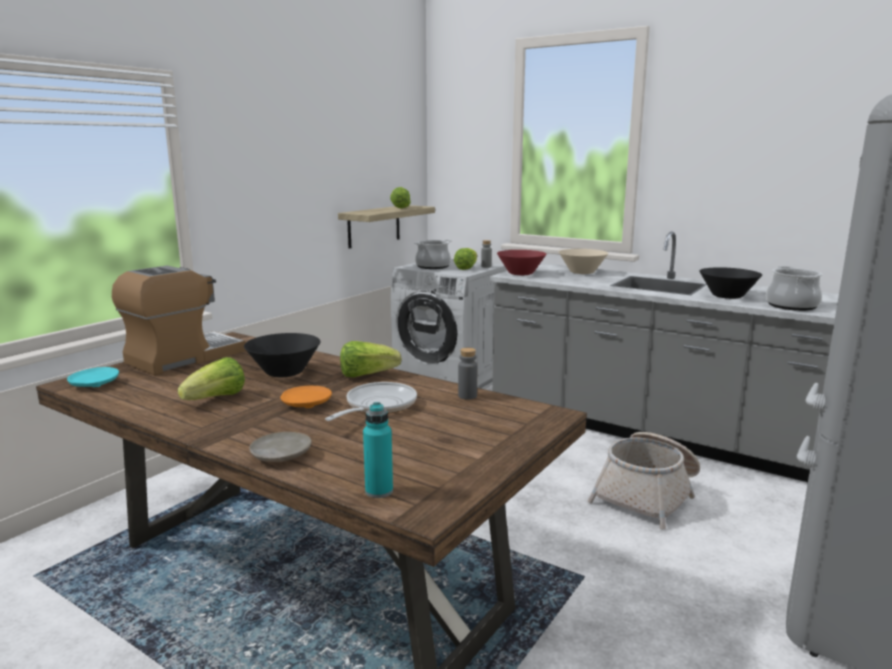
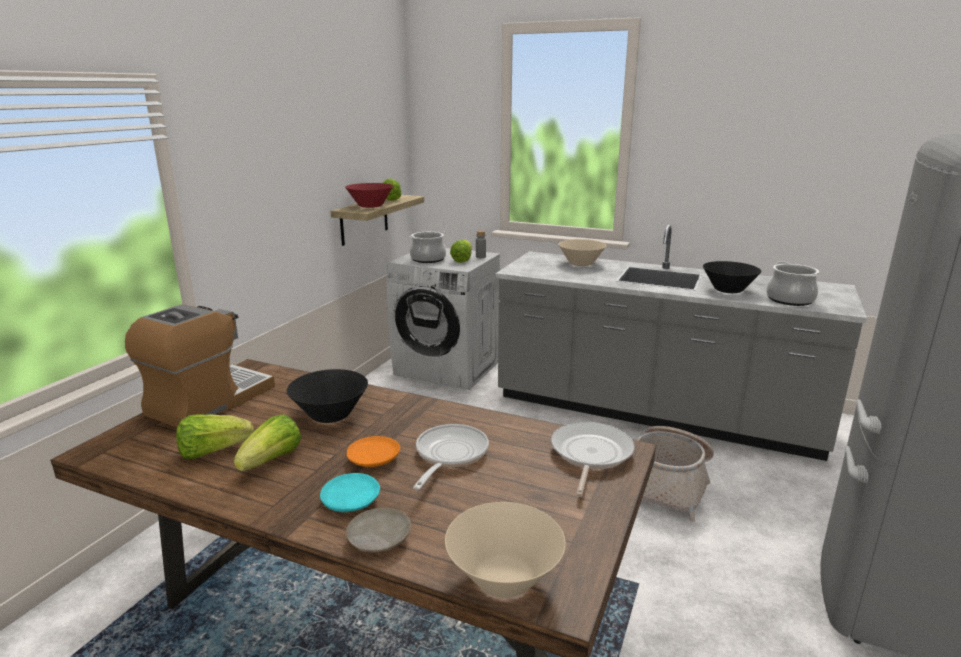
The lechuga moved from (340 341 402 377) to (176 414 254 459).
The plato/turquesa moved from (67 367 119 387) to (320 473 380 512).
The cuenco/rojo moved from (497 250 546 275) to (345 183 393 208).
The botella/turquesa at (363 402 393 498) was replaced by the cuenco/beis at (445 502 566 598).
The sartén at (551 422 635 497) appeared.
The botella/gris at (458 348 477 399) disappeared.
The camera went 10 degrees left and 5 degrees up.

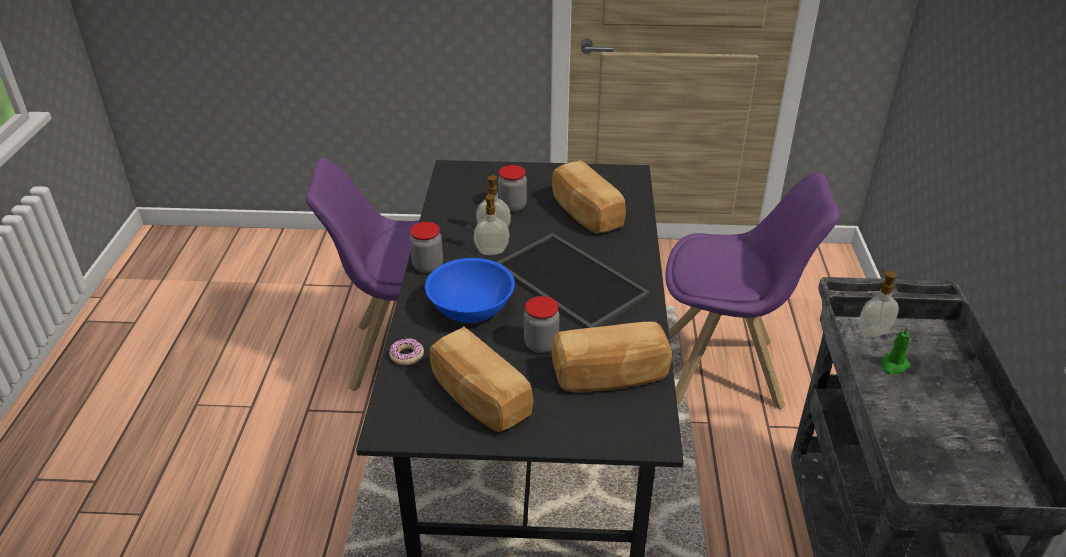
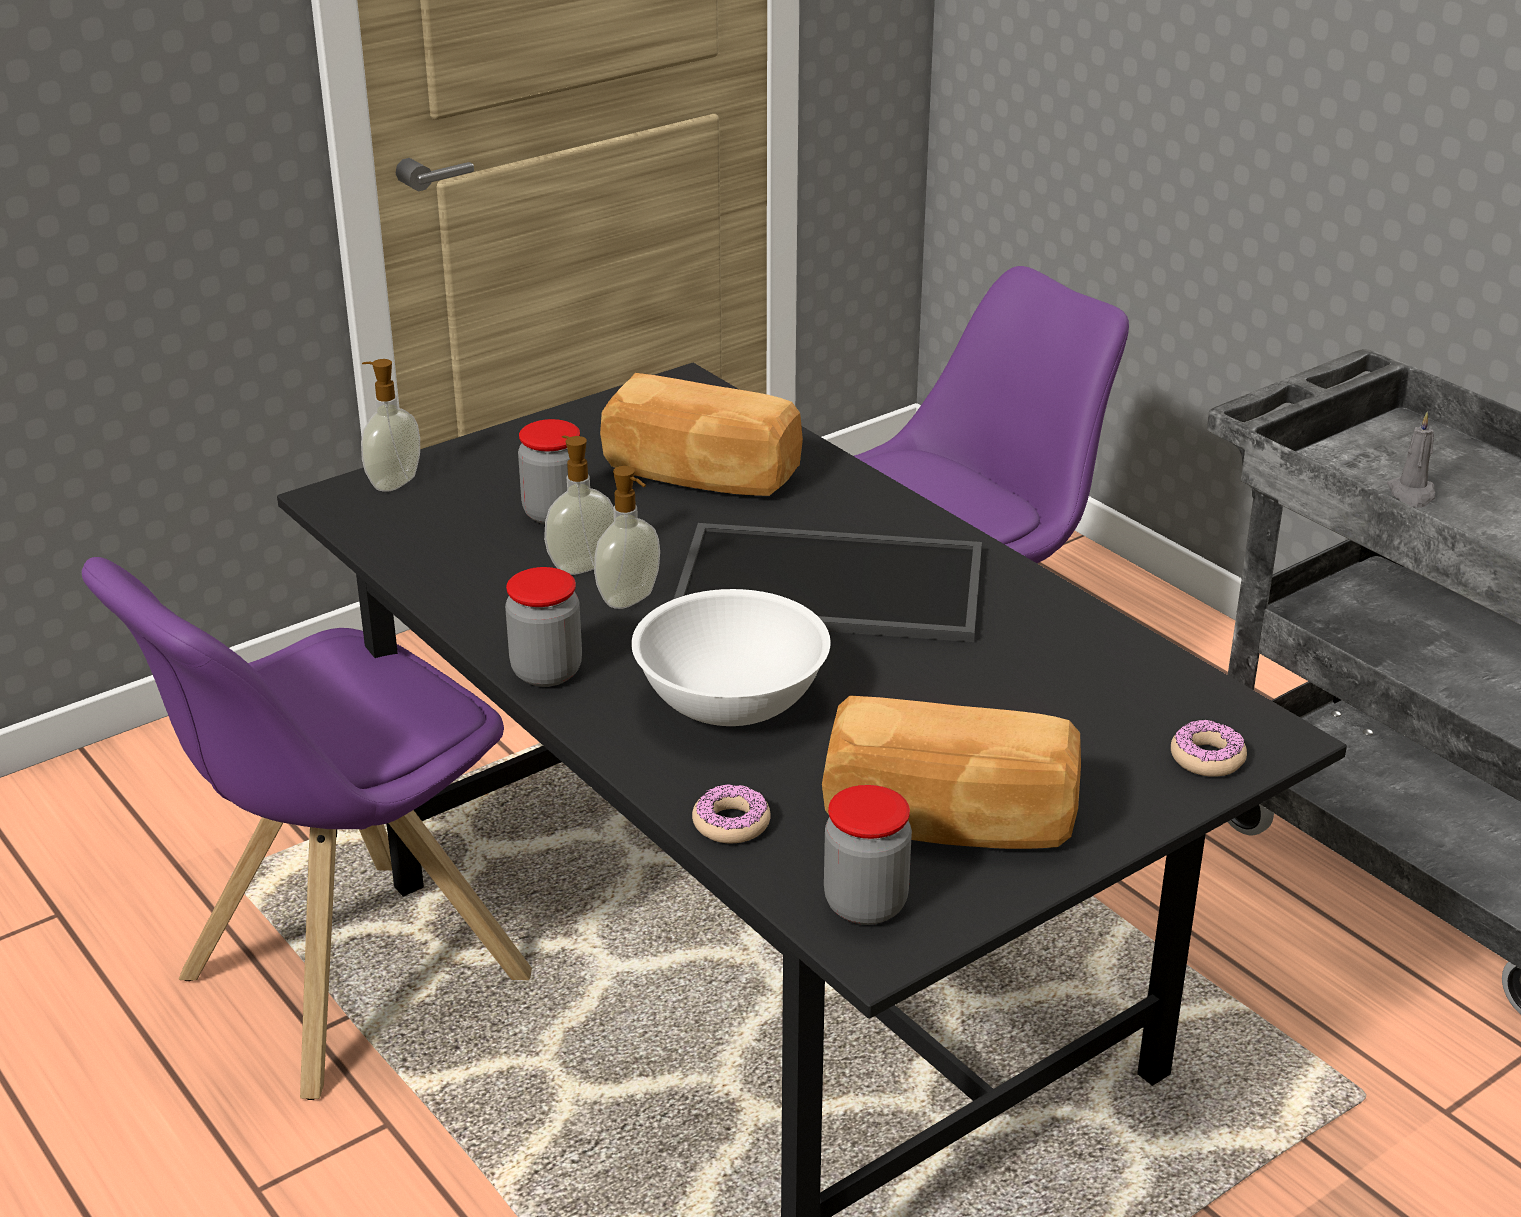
The dispensador de jabón moved from (859 269 899 337) to (361 359 420 492).
The cuenco/azul at (425 258 515 323) became the cuenco/blanco at (631 589 831 726).
The tarro moved from (524 296 560 353) to (824 785 912 925).
The rosquilla at (1171 719 1247 777) appeared.
The vela/verde at (881 325 910 374) became the vela/gris at (1387 412 1436 508).
The pan at (551 322 672 392) disappeared.
The camera went 40 degrees left and 5 degrees down.

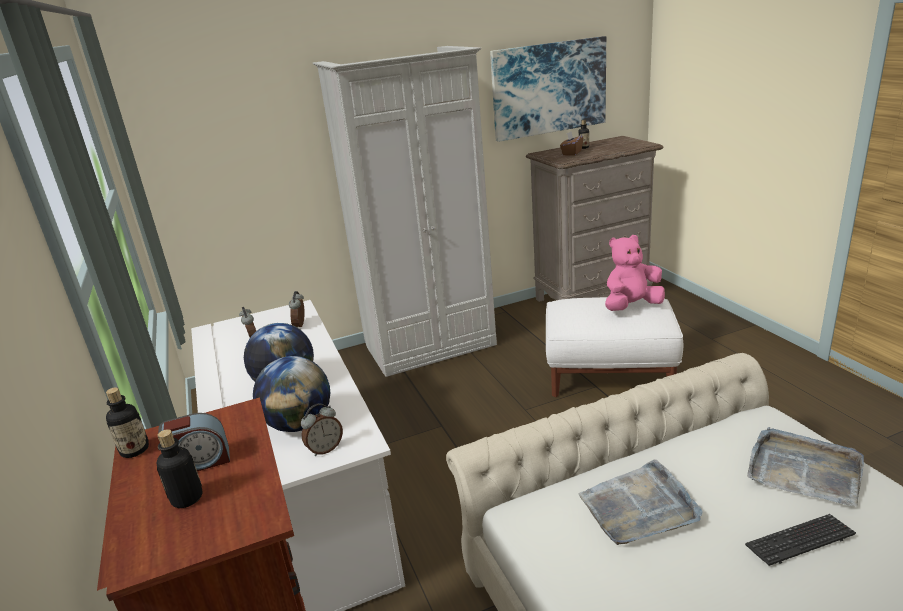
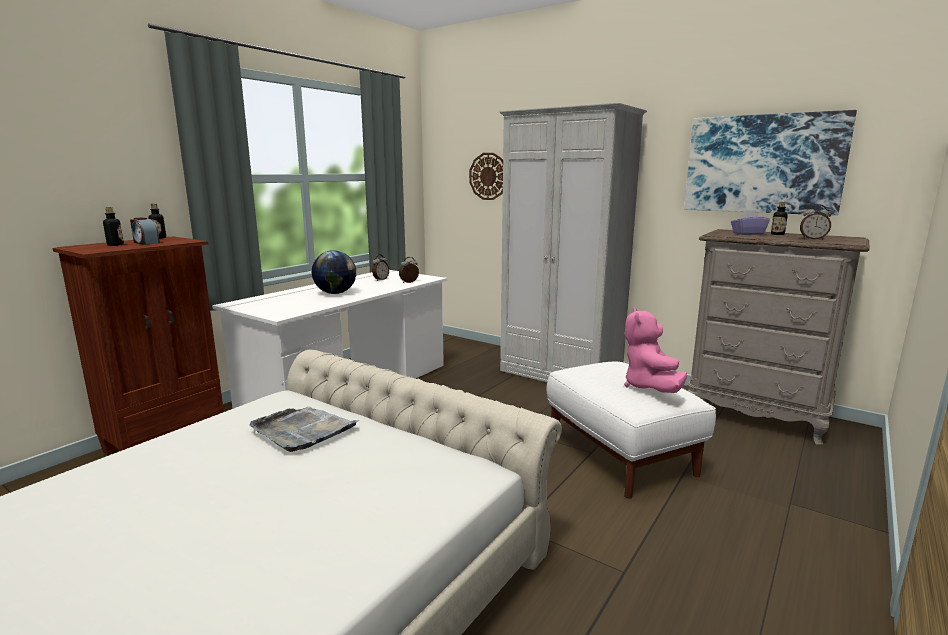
The reloj de pared at (469 153 503 200) appeared.
The peluche/rosa at (605 235 665 311) turned 120 degrees counterclockwise.
The caja de pañuelos/marrón at (560 131 583 156) became the caja de pañuelos/morado at (731 210 770 235).
The despertador moved from (301 403 343 456) to (800 204 831 240).
The globo terráqueo at (253 356 330 432) disappeared.
The teclado at (745 514 856 566) disappeared.
The bandeja/gris at (747 427 864 506) disappeared.
The camera went 55 degrees right and 10 degrees down.

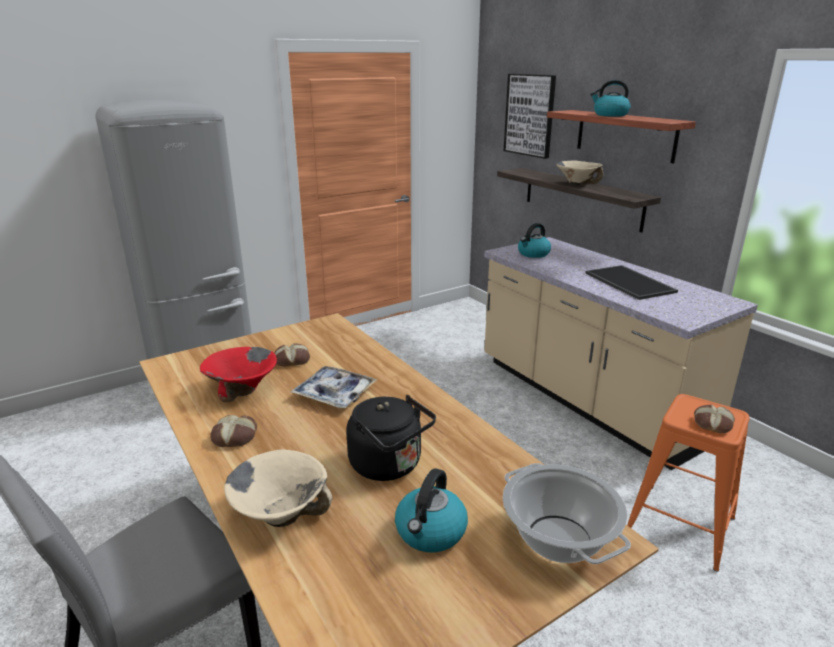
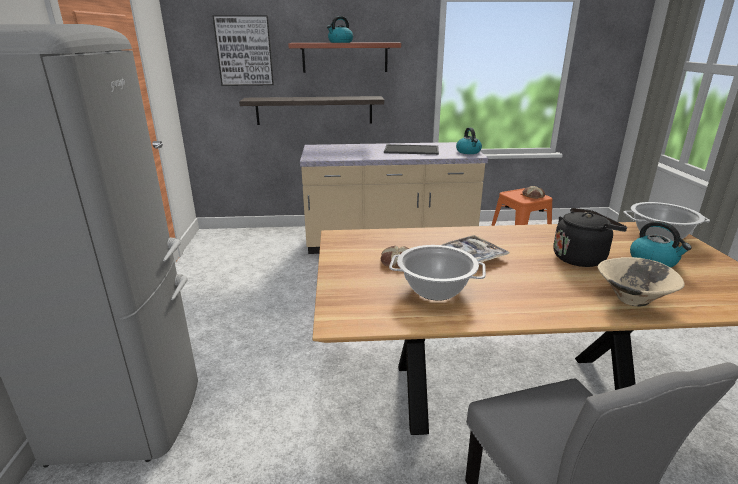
The cuenco/rojo at (200 347 277 402) was replaced by the olla at (389 245 486 301).
The hervidor moved from (518 223 551 258) to (456 127 482 154).
The pan at (211 415 257 447) disappeared.
The cuenco/beis at (556 160 603 185) disappeared.
The camera went 60 degrees left and 0 degrees up.

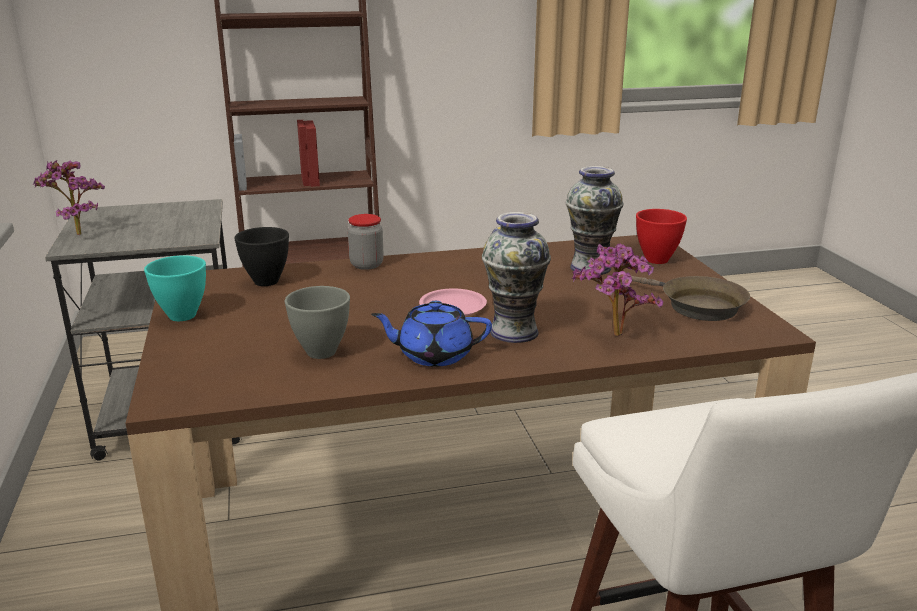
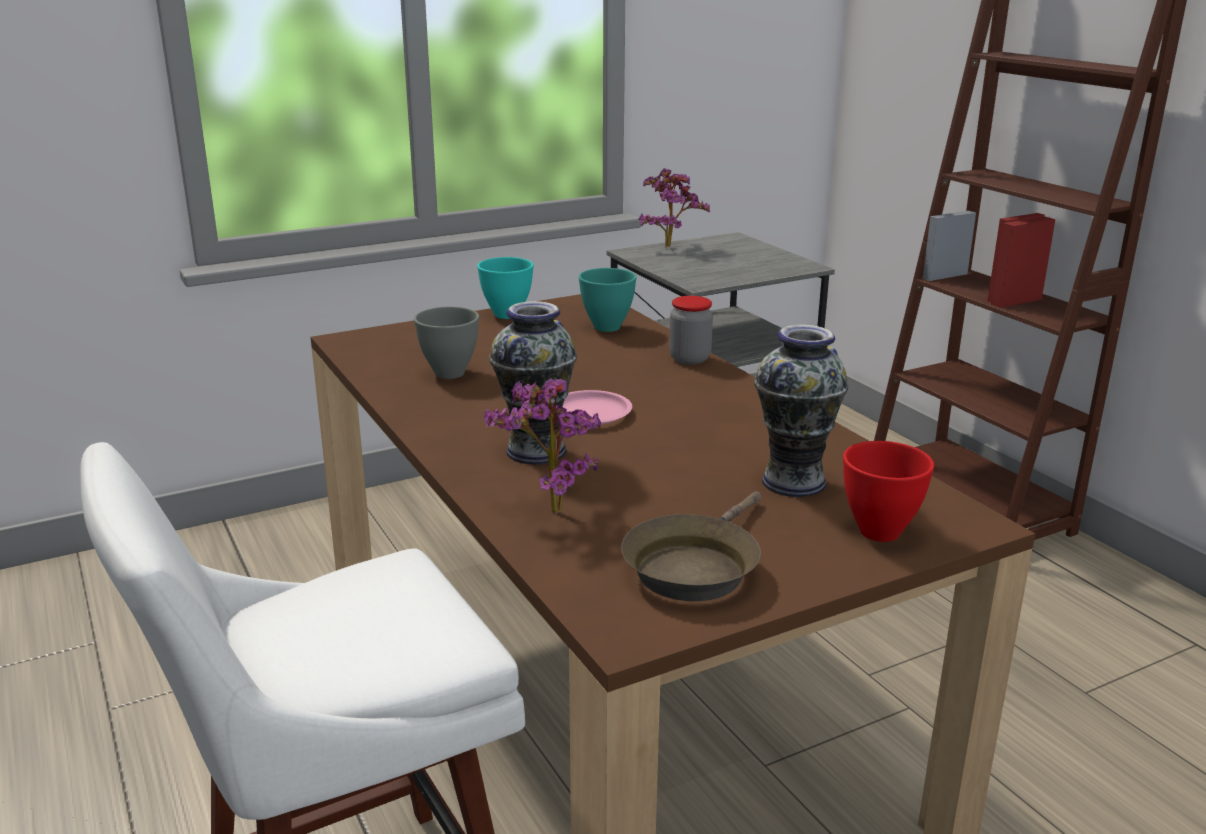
The cuenco/negro at (234 227 289 286) became the cuenco/turquesa at (579 268 637 332).
The tetera/azul at (371 301 492 367) disappeared.
The camera went 75 degrees right and 0 degrees up.

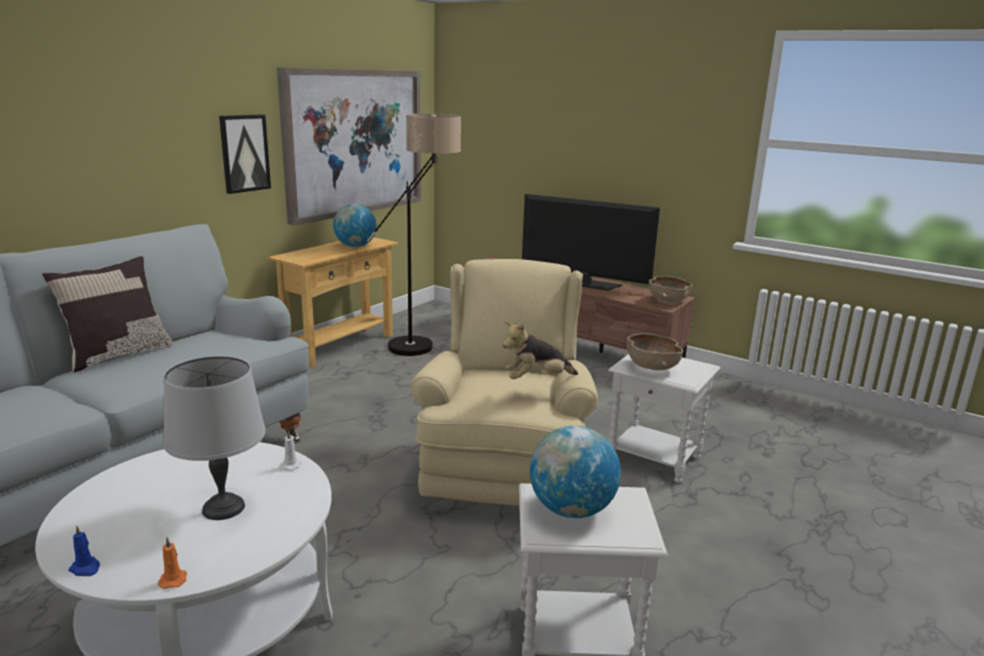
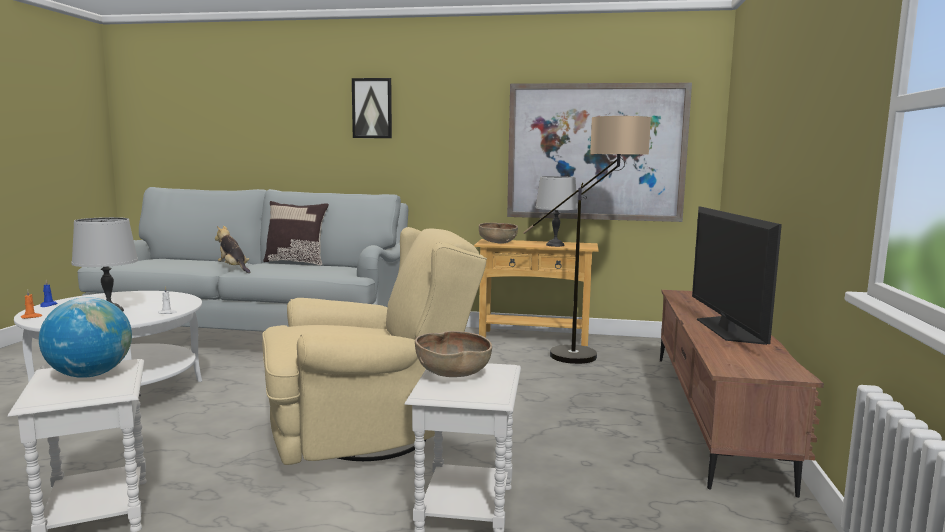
The peluche moved from (503 321 578 379) to (215 226 250 273).
The cuadro moved from (219 114 271 194) to (352 78 392 138).
The cuenco/marrón moved from (649 276 693 302) to (479 223 518 244).
The globo terráqueo at (333 204 377 247) was replaced by the lámpara de mesa/gris at (535 176 578 247).
The camera went 65 degrees right and 10 degrees down.

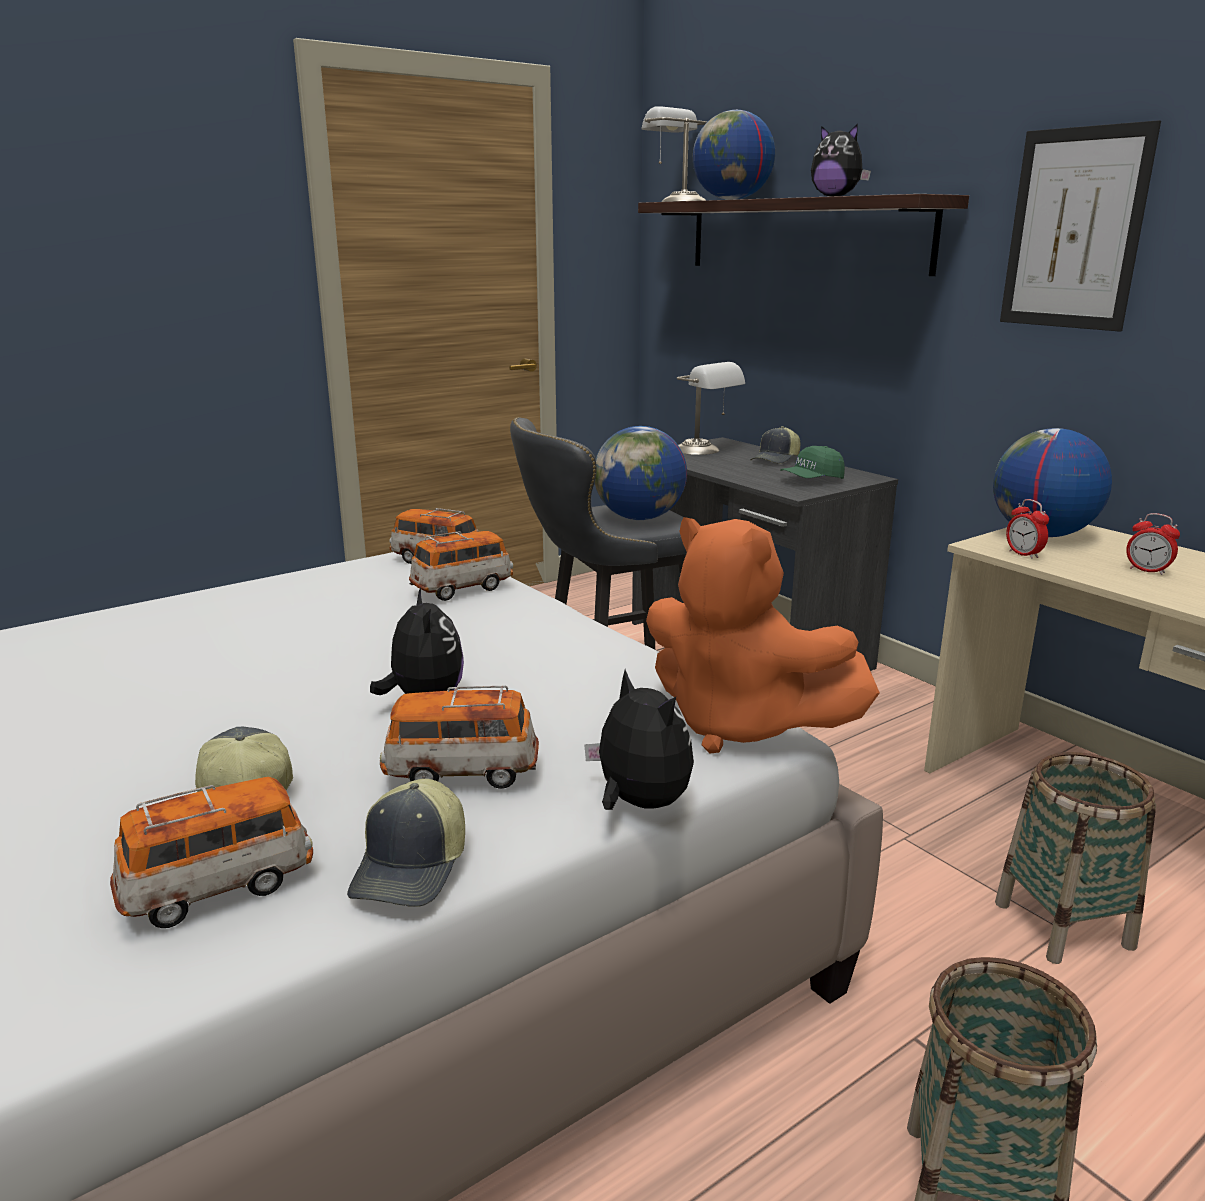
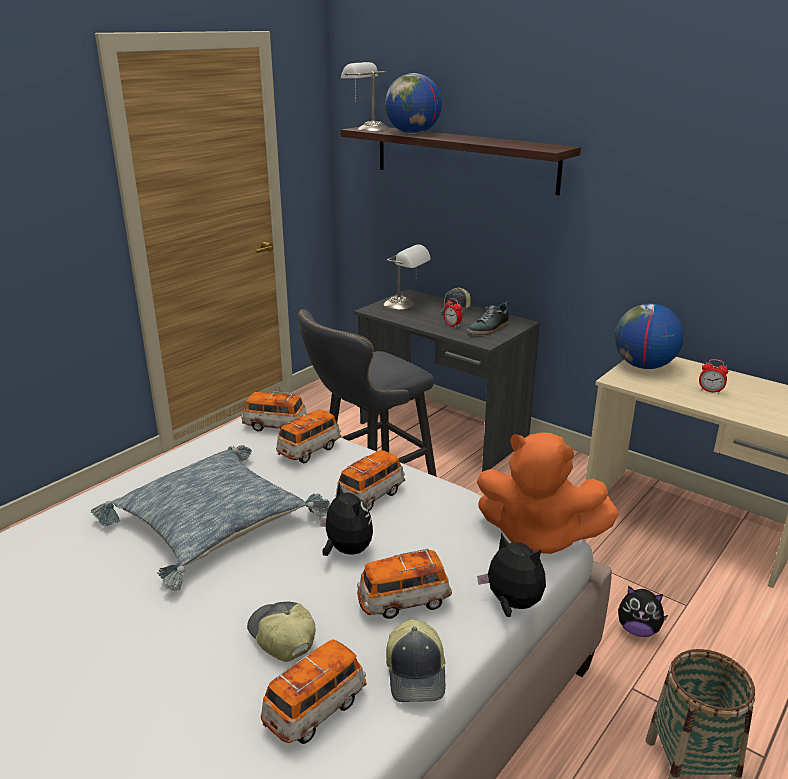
The cojín at (90 445 330 592) appeared.
The coche de juguete at (335 450 405 511) appeared.
The despertador moved from (1006 499 1049 559) to (444 298 462 327).
The gorra/verde at (780 446 845 479) was replaced by the zapato at (467 301 509 335).
The peluche moved from (811 124 871 197) to (618 586 668 637).
The globo terráqueo at (595 426 687 520) disappeared.
The cesta at (995 752 1156 964) disappeared.
The cuadro at (1000 120 1161 332) disappeared.
The camera went 15 degrees left and 5 degrees up.

